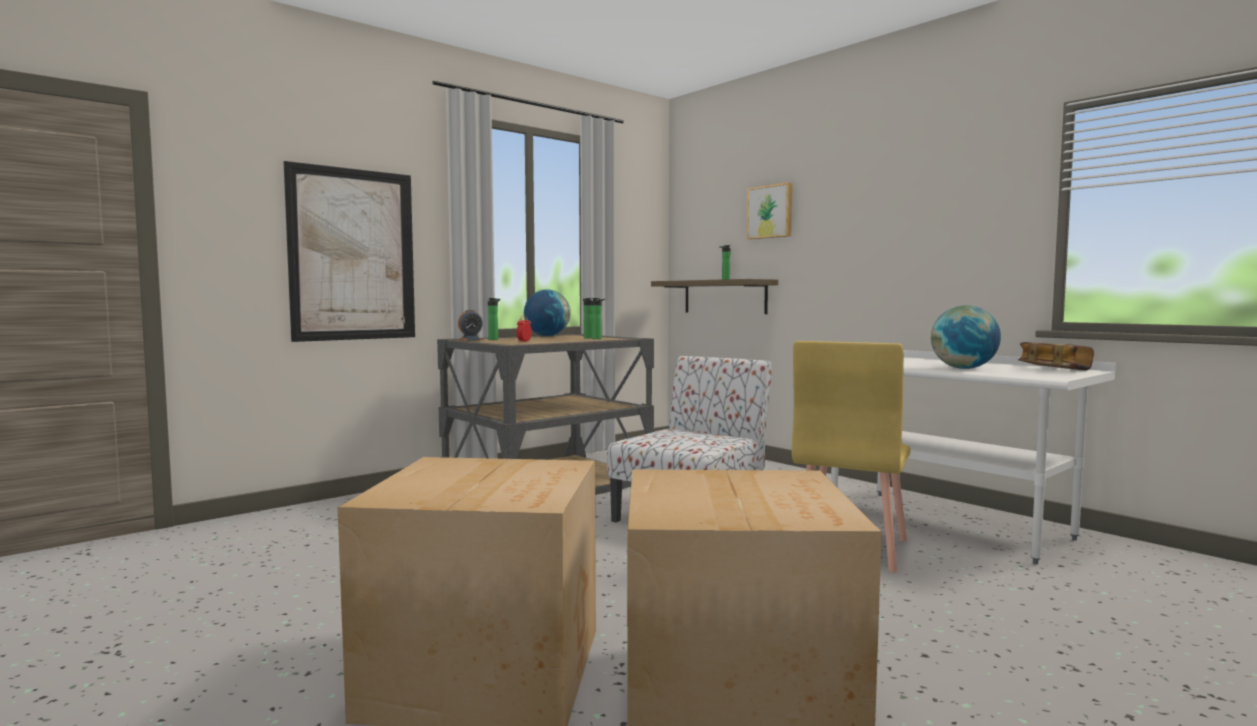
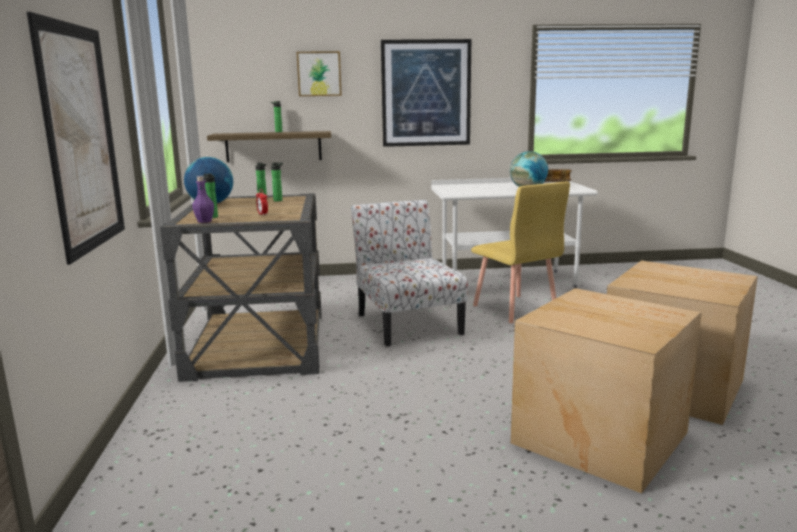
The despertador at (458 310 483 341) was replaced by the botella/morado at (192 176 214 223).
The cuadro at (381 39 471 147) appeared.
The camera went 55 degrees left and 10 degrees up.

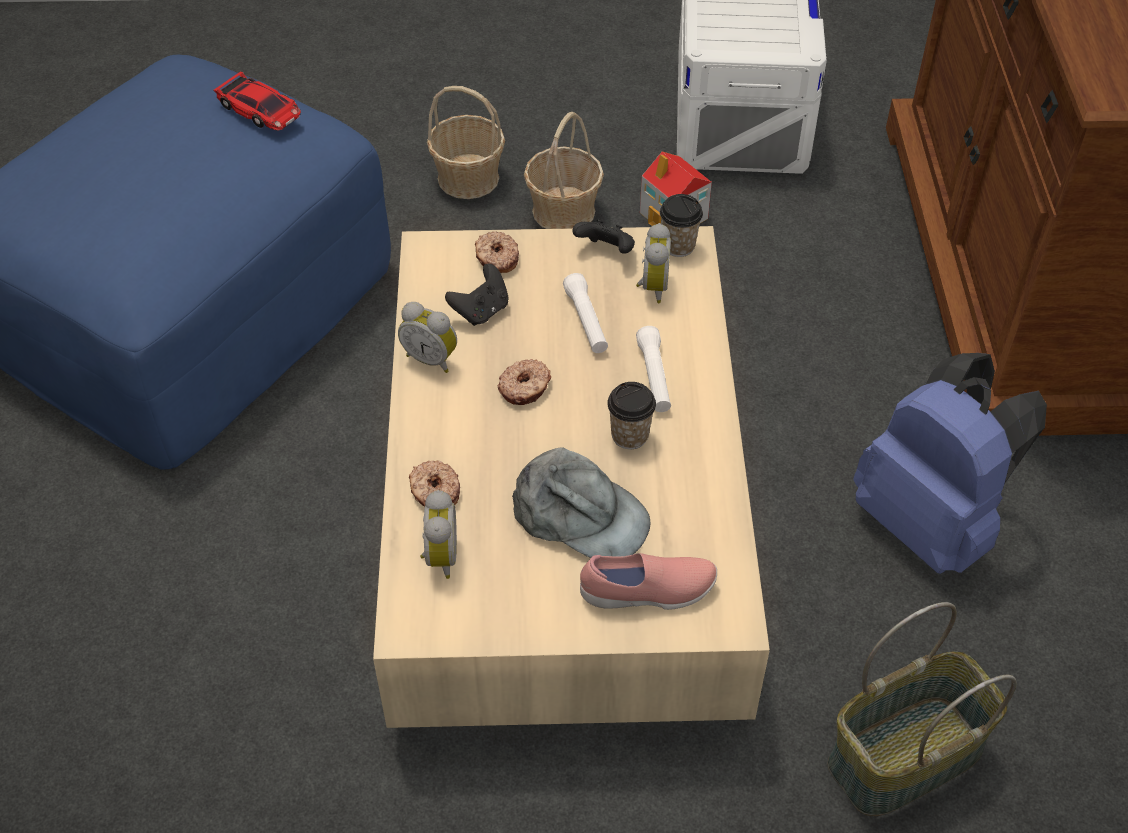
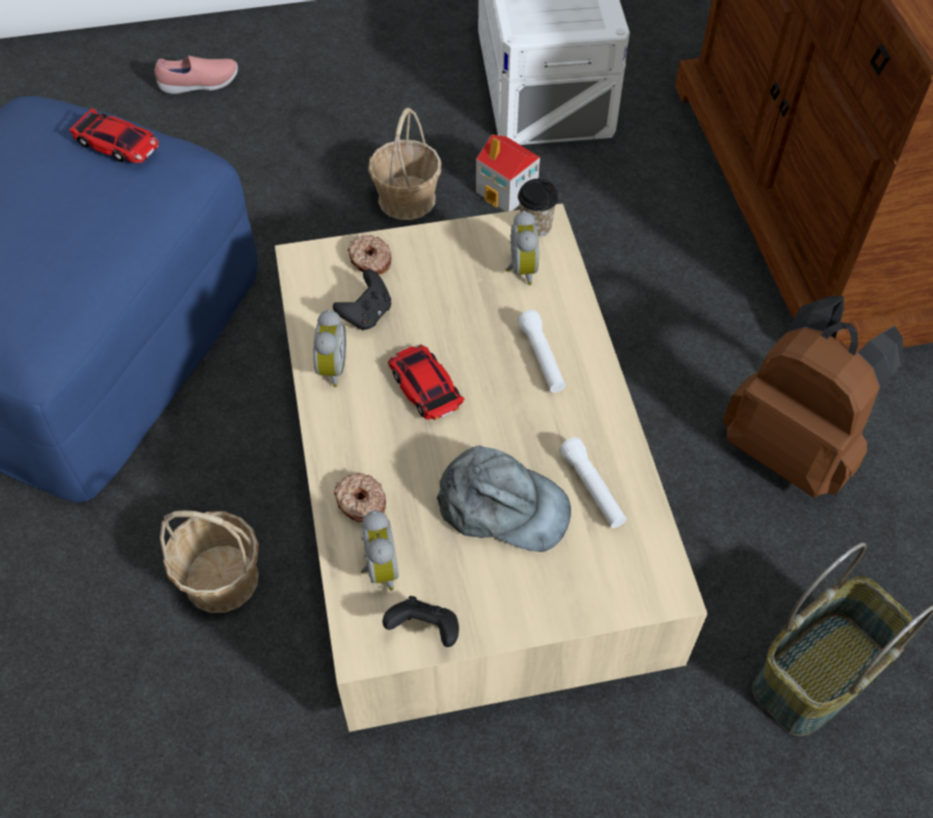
The zapato/rosa moved from (580 553 717 610) to (154 55 238 94).
The cesta moved from (427 86 505 199) to (160 510 259 613).
The despertador at (398 302 457 373) turned 105 degrees counterclockwise.
The mando de consola/negro moved from (572 220 635 254) to (382 596 459 647).
The rosquilla at (498 359 551 405) was replaced by the coche de juguete at (388 345 465 420).
The linterna/blanco moved from (563 273 608 353) to (559 437 627 528).
The mochila/azul at (854 353 1047 574) became the mochila/marrón at (723 296 903 498).
The taza at (607 382 656 449) disappeared.
The camera went 10 degrees left and 5 degrees up.

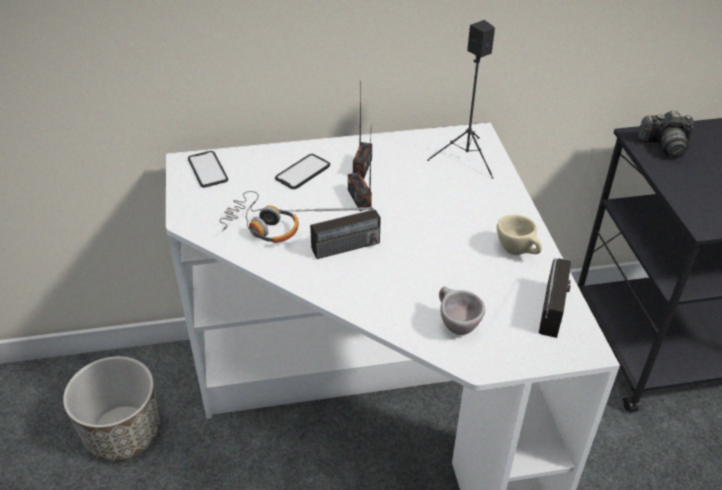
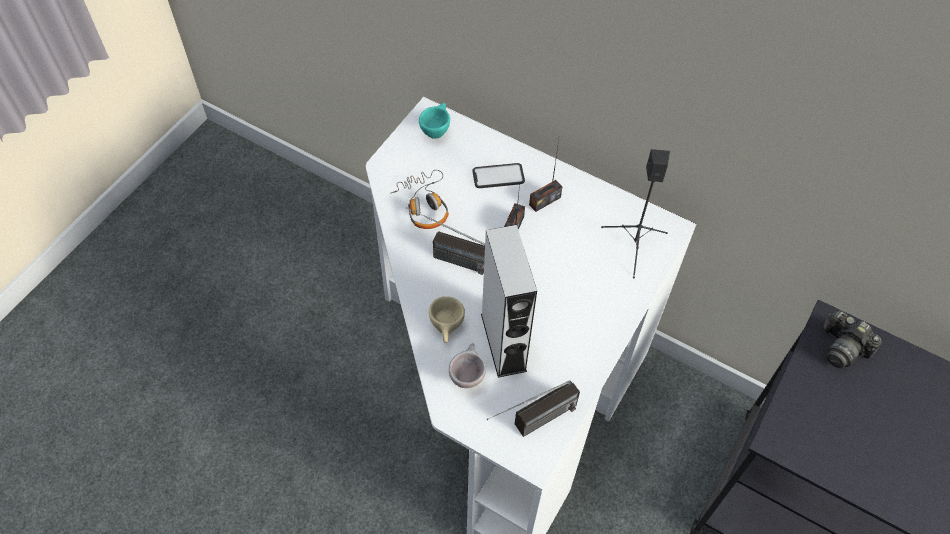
The móvil at (188 151 228 188) was replaced by the taza/turquesa at (419 103 450 139).
The taza/beis moved from (497 215 542 255) to (429 296 465 343).
The altavoz/gris at (481 225 537 378) appeared.
The maceta at (63 356 160 461) disappeared.
The camera went 40 degrees right and 15 degrees up.

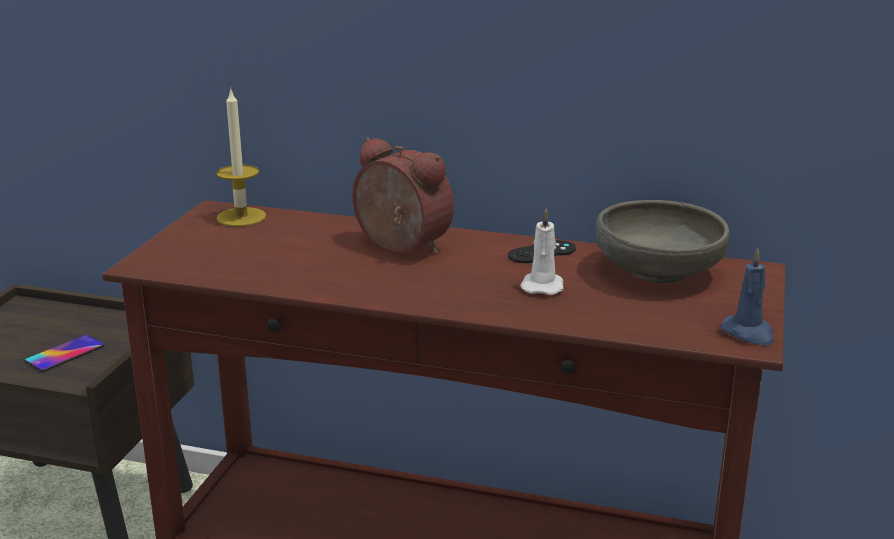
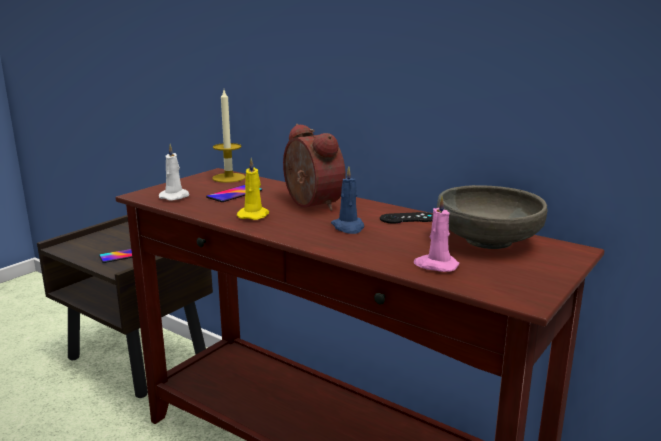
The vela/blanco moved from (520 208 564 295) to (158 144 190 201).
The móvil at (206 185 262 202) appeared.
The vela/amarillo at (237 158 269 220) appeared.
The vela/azul moved from (721 248 774 345) to (331 166 364 234).
The vela/rosa at (414 196 459 272) appeared.
The camera went 20 degrees right and 5 degrees down.

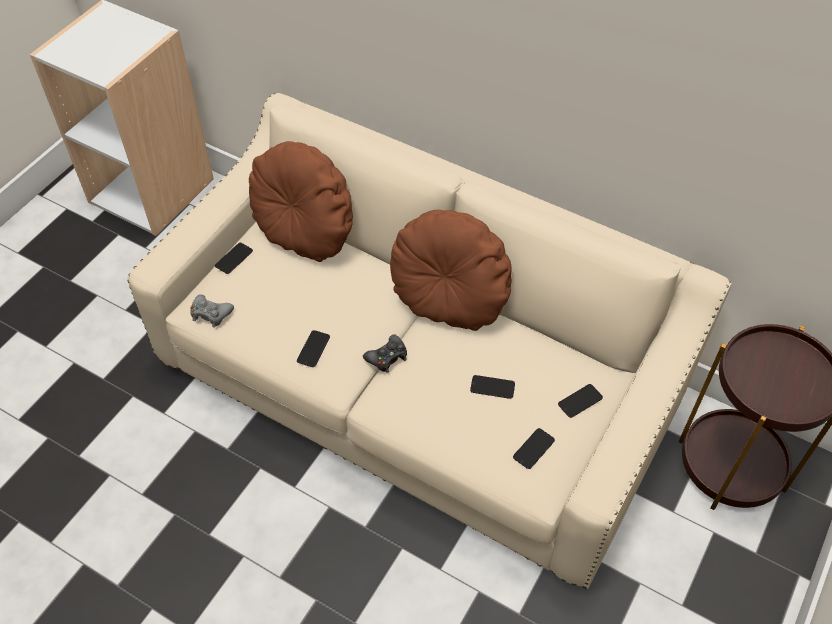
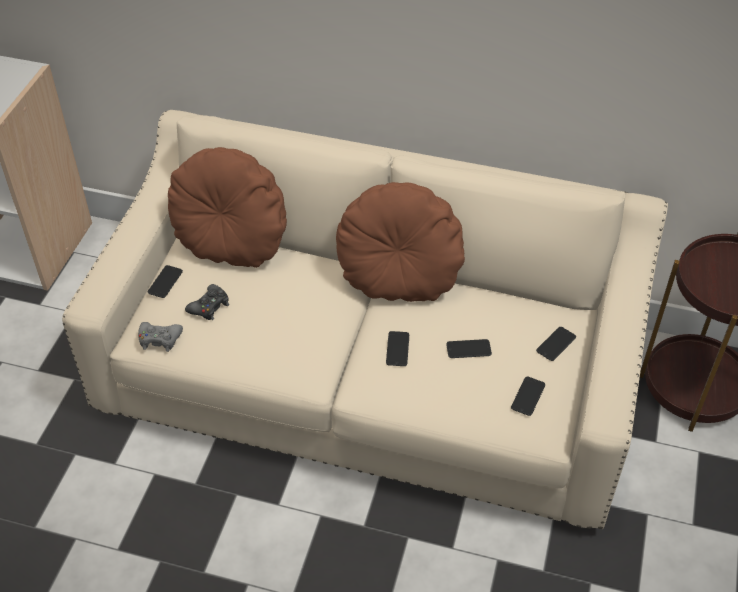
The mando de consola/negro moved from (363 334 407 373) to (185 284 229 320).
The móvil moved from (297 330 330 367) to (386 331 409 366).
The camera went 15 degrees left and 5 degrees down.

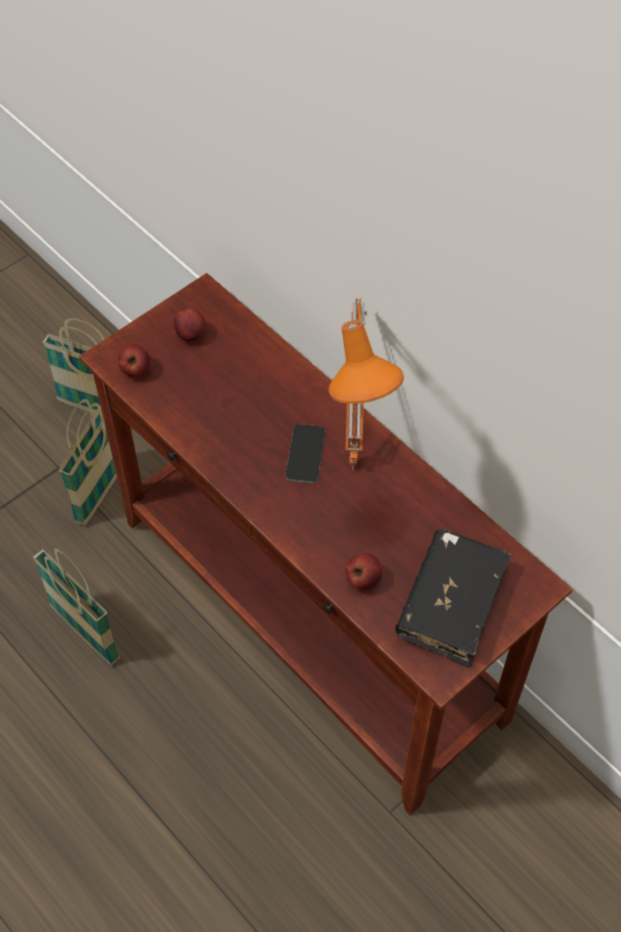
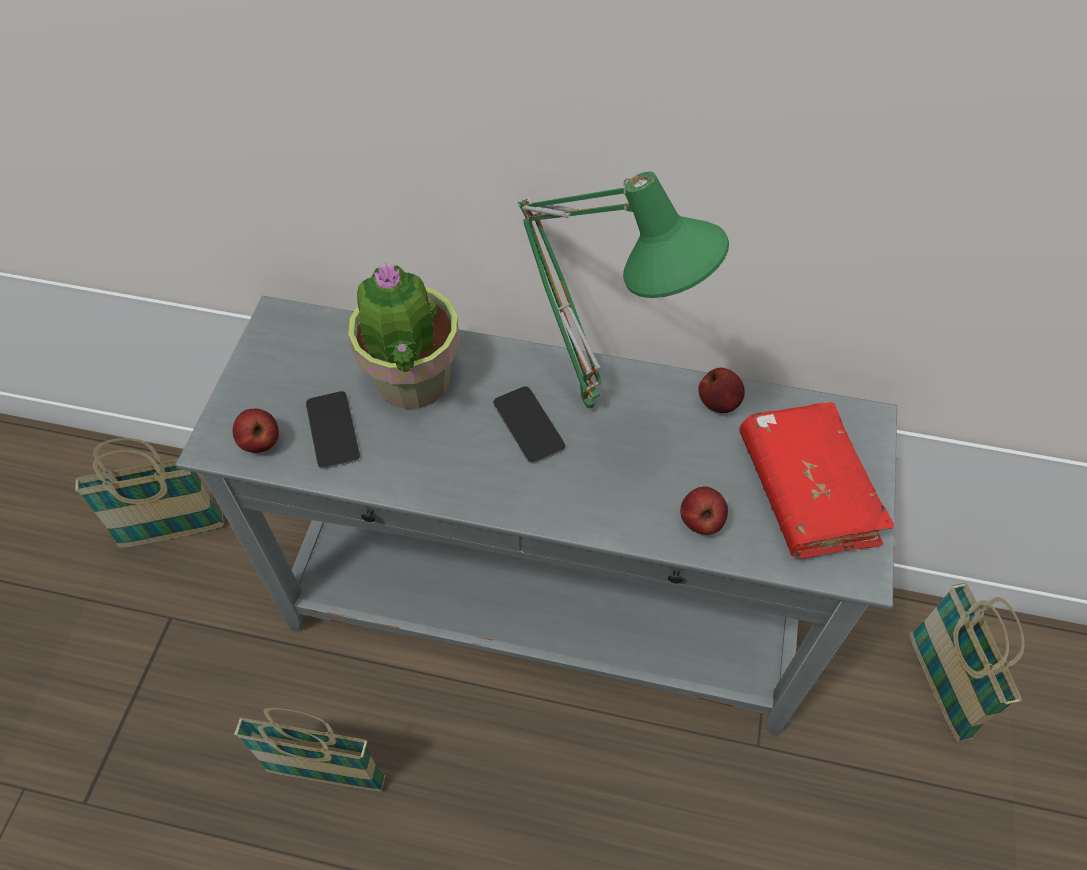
The mesa consola/marrón at (79 273 572 815) became the mesa consola/gris at (176 296 897 736).
The móvil at (306 391 360 469) appeared.
The planta en maceta at (348 264 459 409) appeared.
The lámpara de mesa/naranja at (329 298 404 470) became the lámpara de mesa/verde at (518 172 729 414).
The manzana moved from (173 308 206 342) to (698 368 745 413).
The libro/negro at (395 529 511 667) became the libro/rojo at (739 402 895 559).
The cesta moved from (59 399 117 525) to (910 583 1024 742).
The camera went 35 degrees left and 0 degrees up.

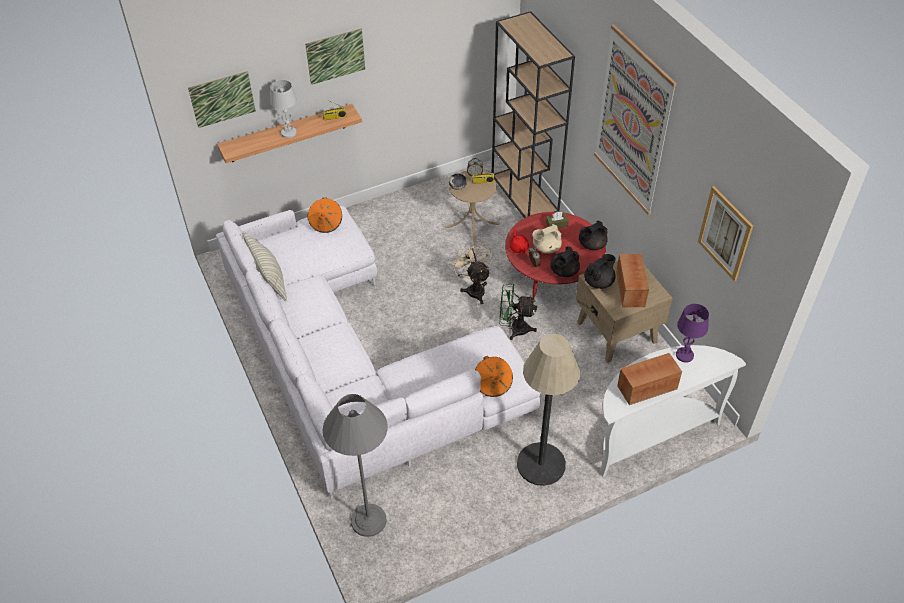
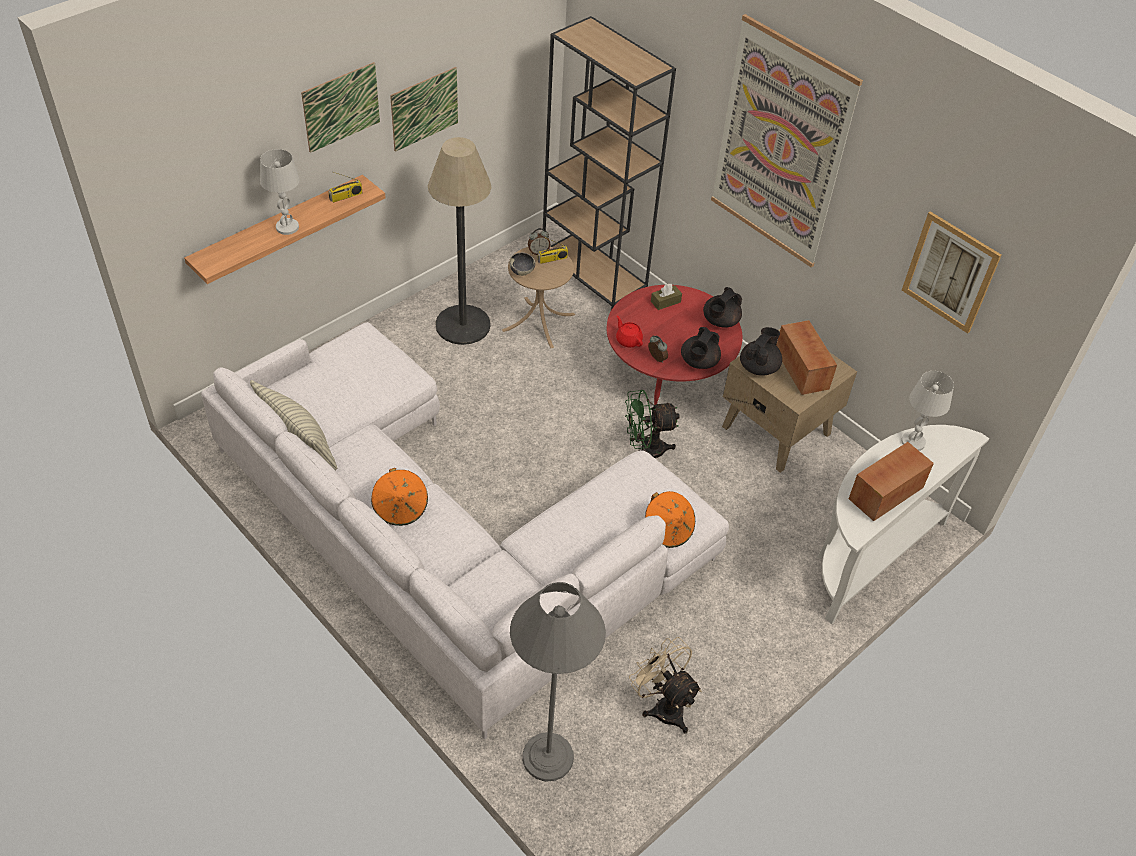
The sombrero/naranja moved from (307 197 342 233) to (371 468 428 526).
The cuadro moved from (188 71 256 128) to (390 67 458 152).
The lámpara de pie moved from (517 334 580 486) to (428 137 492 345).
The ventilador/beis moved from (451 242 492 304) to (629 637 702 733).
The lámpara de mesa/morado at (676 304 709 363) became the lámpara de mesa/blanco at (901 371 954 451).
The tetera/beis at (532 224 562 254) disappeared.
The camera went 20 degrees left and 0 degrees up.

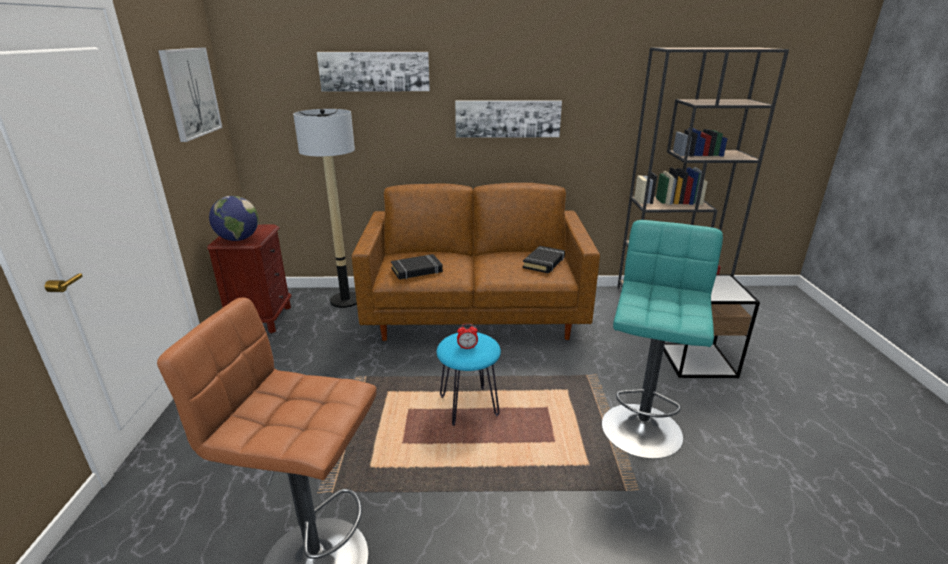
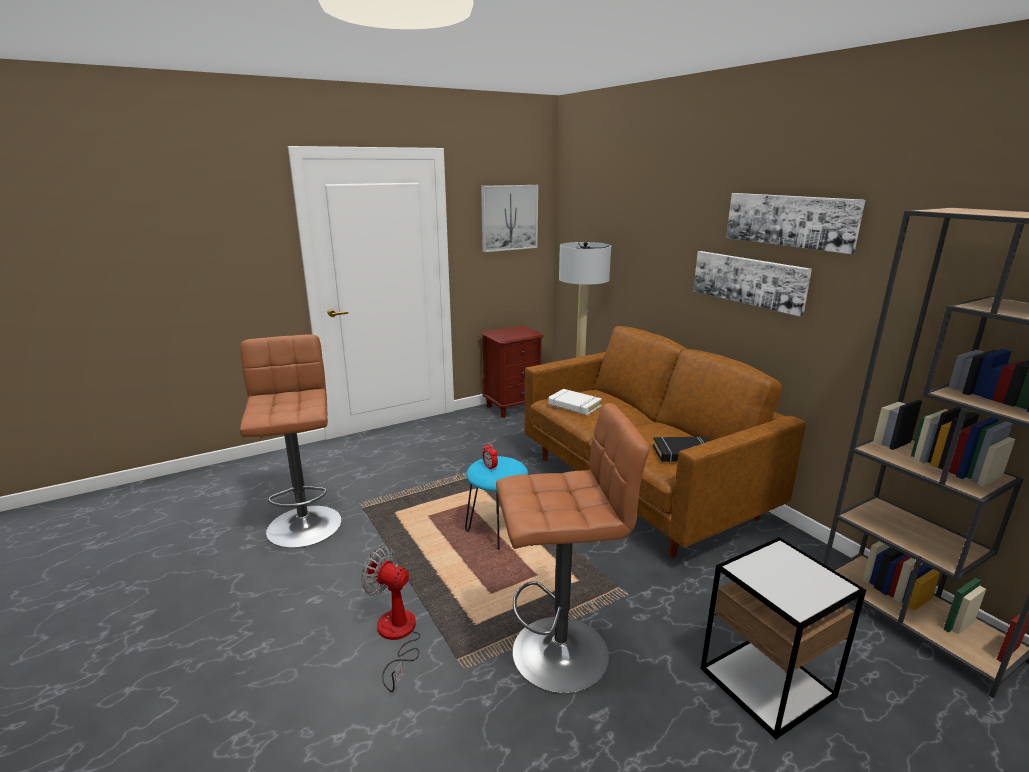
The ventilador at (361 547 421 692) appeared.
The taburete/turquesa at (602 220 723 459) became the taburete/marrón at (496 403 650 693).
The libro/negro at (391 254 443 280) became the libro/blanco at (548 389 602 415).
The cuadro moved from (317 52 430 91) to (726 193 865 254).
The globo terráqueo at (209 196 259 241) disappeared.
The camera went 60 degrees right and 5 degrees down.

